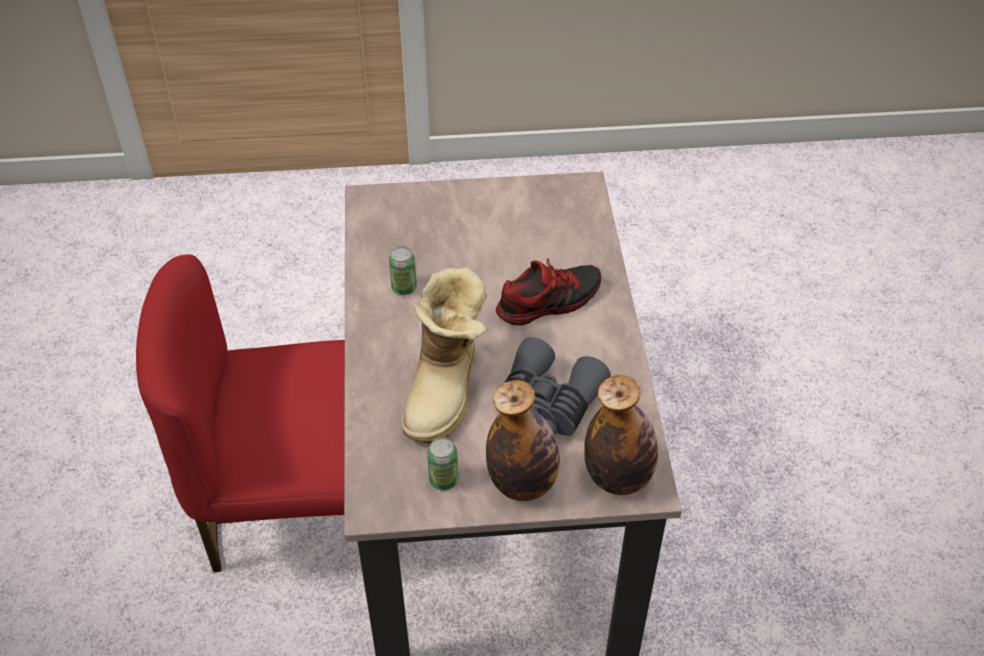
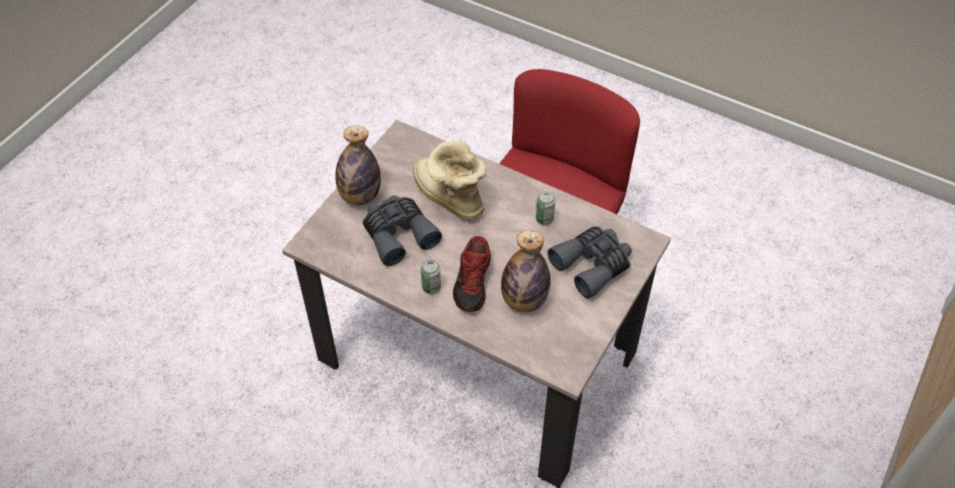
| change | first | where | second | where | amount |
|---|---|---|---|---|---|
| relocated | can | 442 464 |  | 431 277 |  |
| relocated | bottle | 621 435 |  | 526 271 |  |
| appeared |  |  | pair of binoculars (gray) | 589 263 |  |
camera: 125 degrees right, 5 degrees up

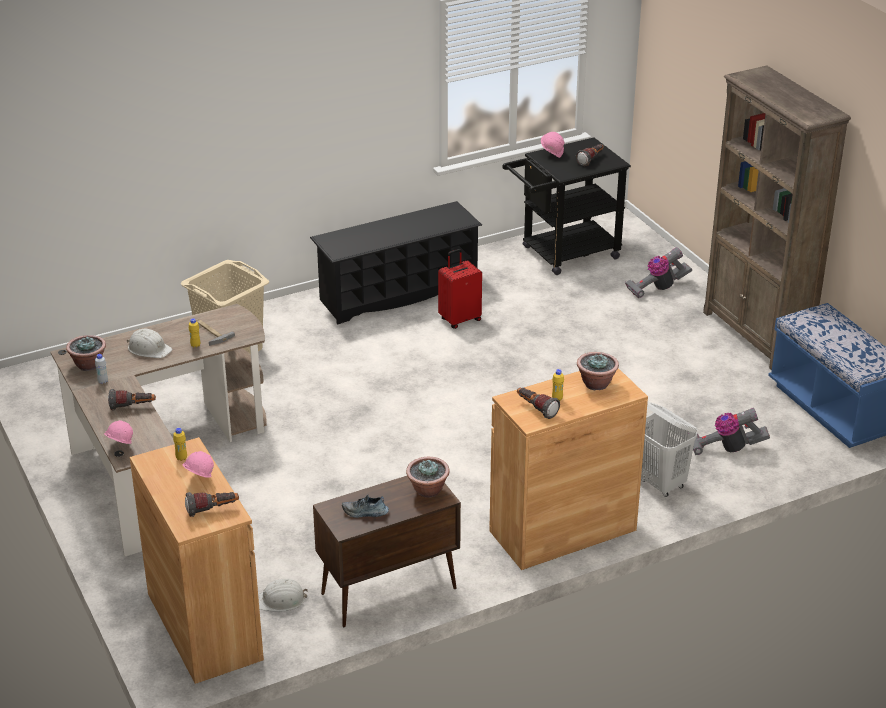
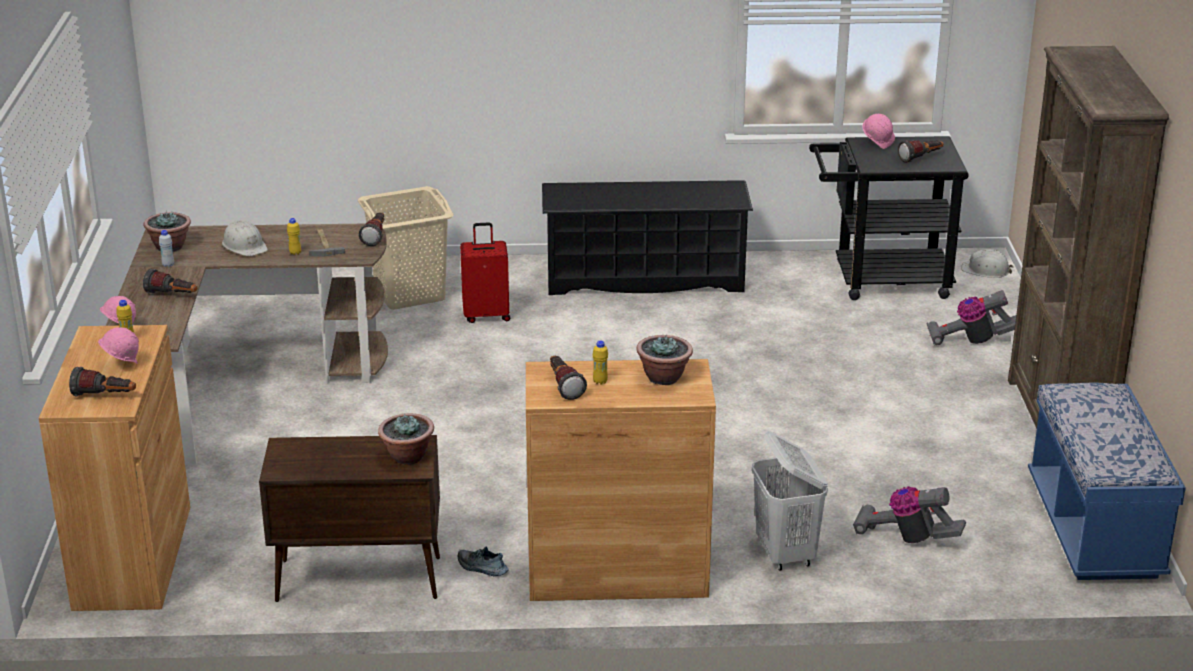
| change | first | where | second | where | amount |
|---|---|---|---|---|---|
| relocated | safety helmet (white-coloured) | 283 595 |  | 987 263 |  |
| relocated | low shoe | 365 506 |  | 483 561 |  |
| relocated | suitcase (red) | 460 289 |  | 485 273 |  |
| appeared |  |  | flashlight | 371 229 |  |
camera: 25 degrees right, 5 degrees down

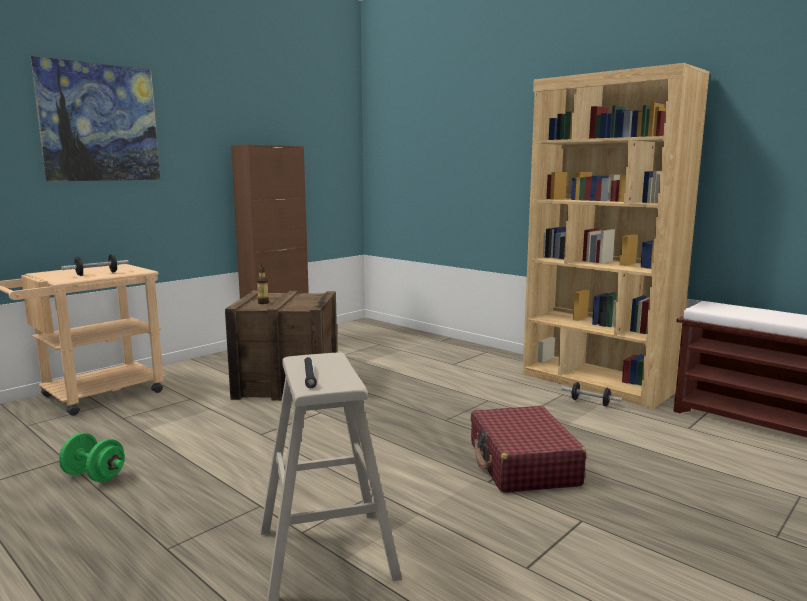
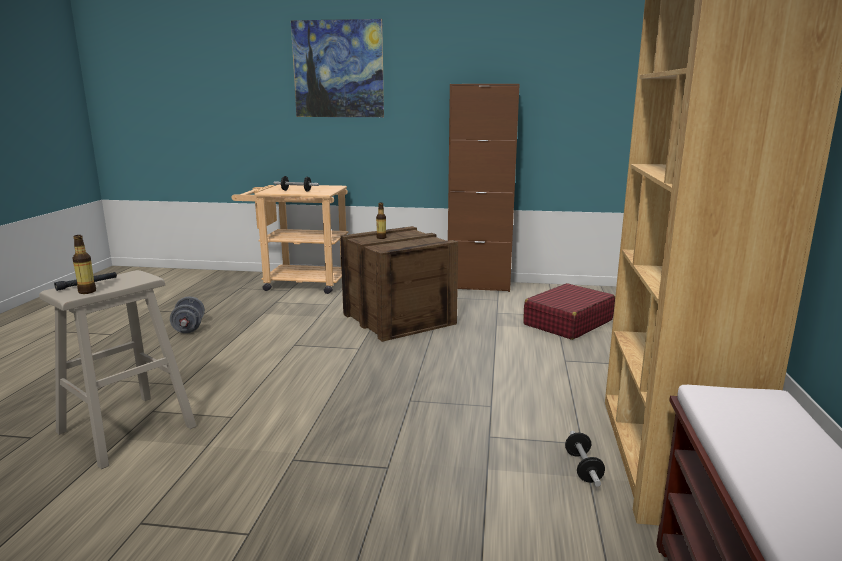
| change | first | where | second | where | amount |
|---|---|---|---|---|---|
| colour | hand weight (green) | 92 457 | hand weight (gray) | 187 314 |  |
| relocated | suitcase (red) | 528 449 |  | 569 311 |  |
| appeared |  |  | bottle | 84 264 |  |
camera: 55 degrees right, 5 degrees up

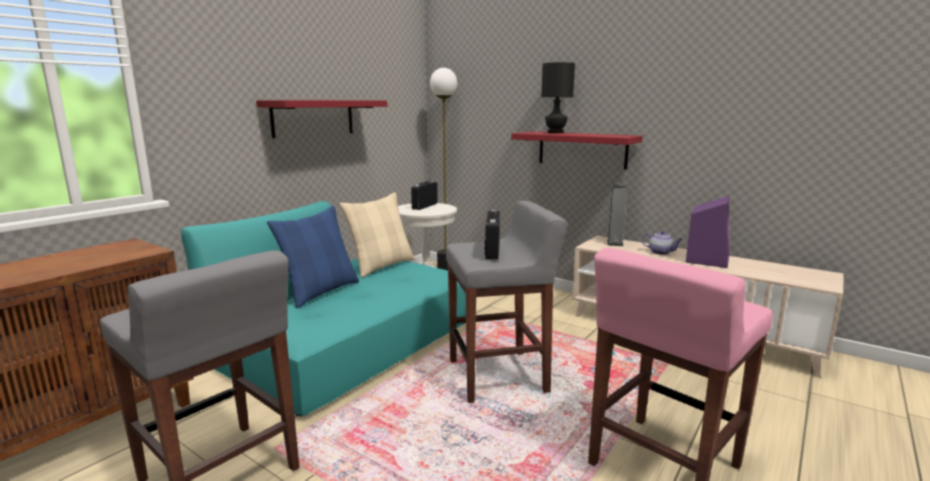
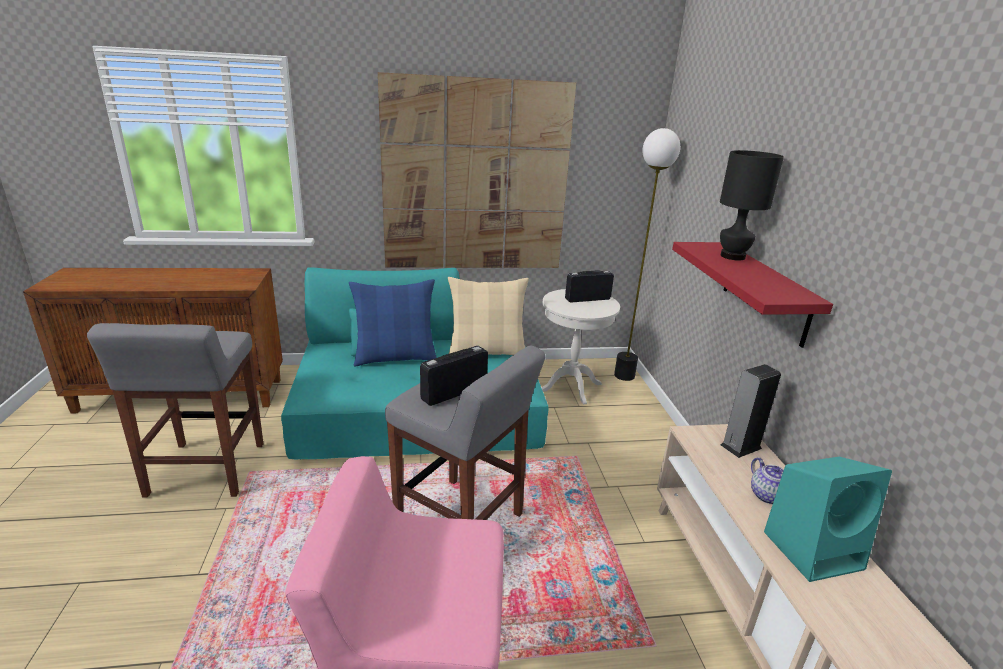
| change | first | where | second | where | amount |
|---|---|---|---|---|---|
| exchanged | shelf (red) | 321 119 | wall picture | 477 170 |  |
| colour | audio speaker (purplish) | 707 232 | audio speaker (blue-green) | 828 519 |  |
camera: 45 degrees right, 10 degrees up

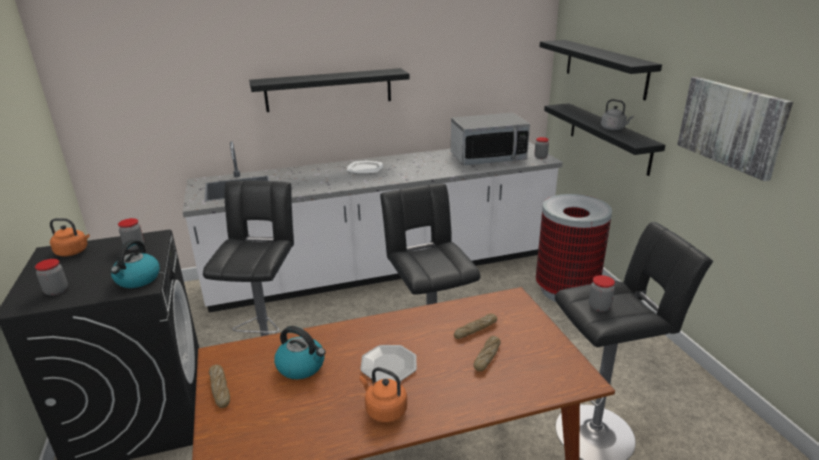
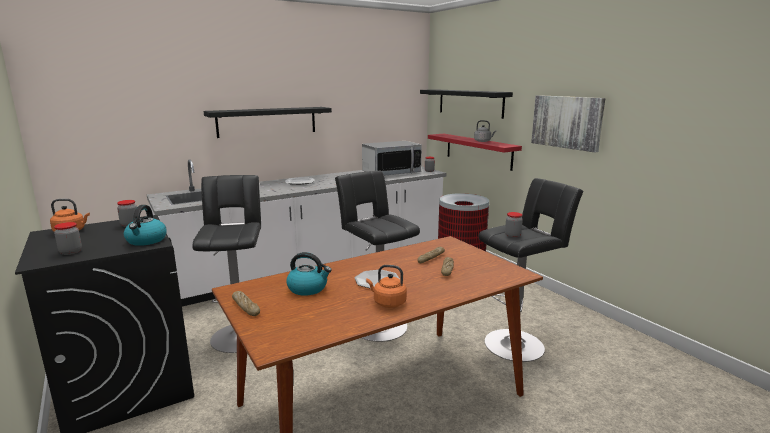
| change | first | where | second | where | amount |
|---|---|---|---|---|---|
| colour | shelf (black) | 604 139 | shelf (red) | 475 152 |  |
camera: 15 degrees left, 10 degrees down

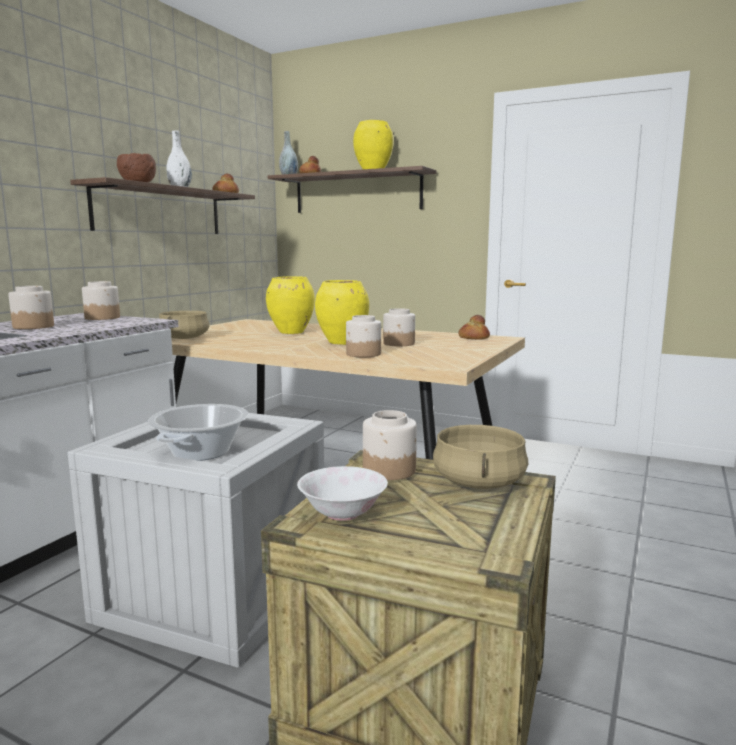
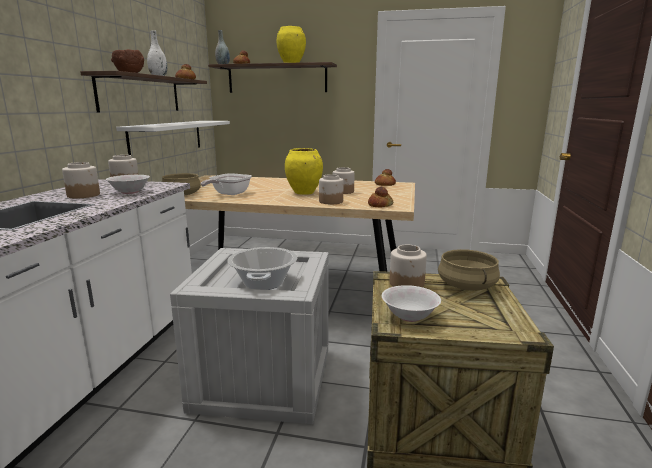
| change | first | where | second | where | amount |
|---|---|---|---|---|---|
| missing | decorative vase (yellowish) | 290 305 |  |  |  |
| appeared |  |  | serving bowl (white-coloured) | 128 184 |  |
| appeared |  |  | shelf (white-coloured) | 173 138 |  |
| appeared |  |  | pan | 226 184 |  |
| appeared |  |  | baked bread | 380 197 |  |
camera: 15 degrees left, 5 degrees up

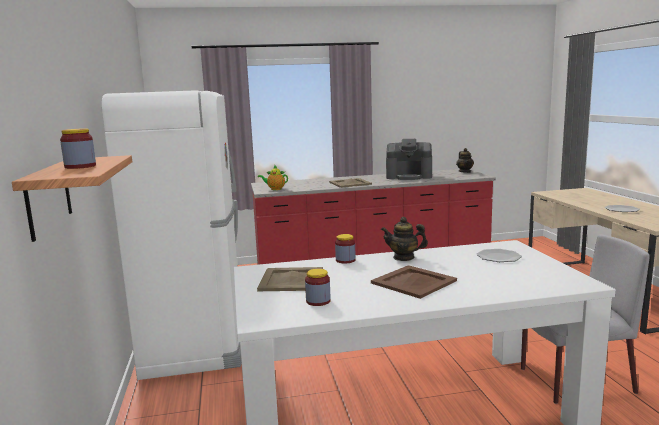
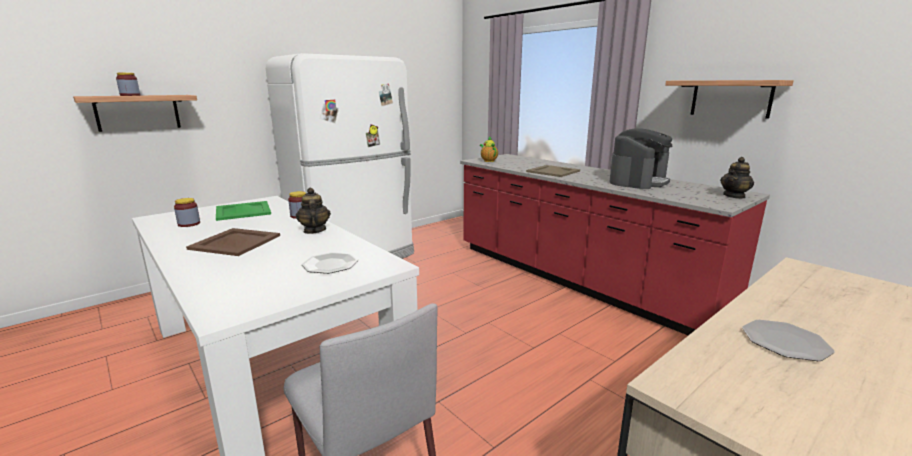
| change | first | where | second | where | amount |
|---|---|---|---|---|---|
| colour | carrying tray (beige) | 290 279 | carrying tray (green) | 243 211 |  |
| spun | coffee brewer | 409 159 |  | 640 158 | 120 degrees counterclockwise |
| appeared |  |  | shelf | 729 99 |  |
camera: 60 degrees right, 5 degrees up

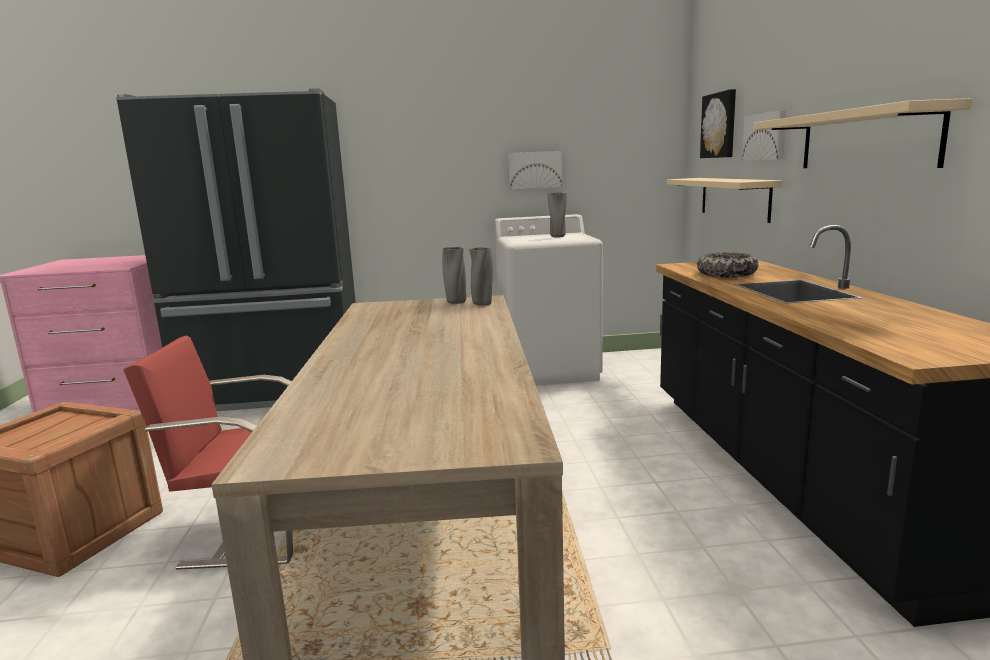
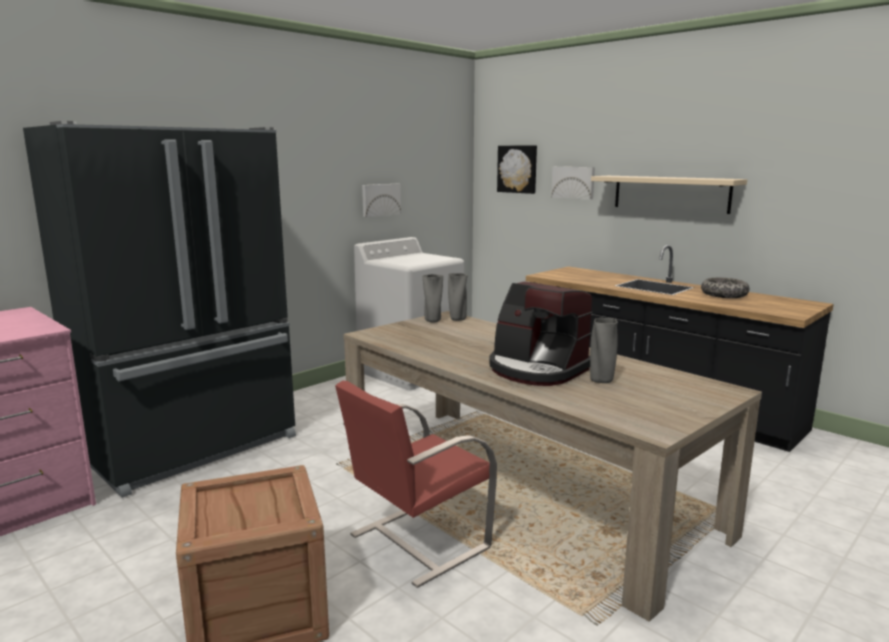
| change | first | where | second | where | amount |
|---|---|---|---|---|---|
| relocated | decorative vase (gray) | 557 215 |  | 604 350 |  |
| missing | shelf (beige) | 724 200 |  |  |  |
| relocated | serving bowl | 727 264 |  | 725 287 |  |
| appeared |  |  | coffee brewer | 541 334 |  |
camera: 40 degrees left, 0 degrees up

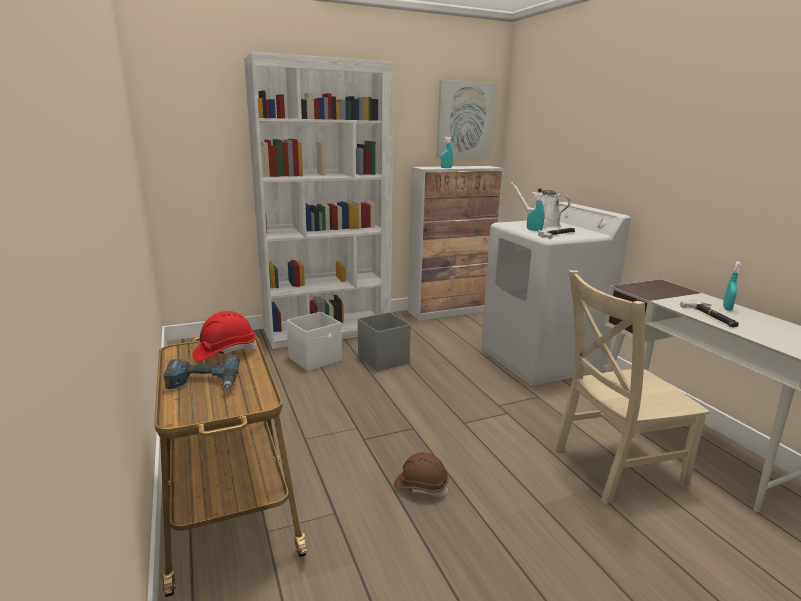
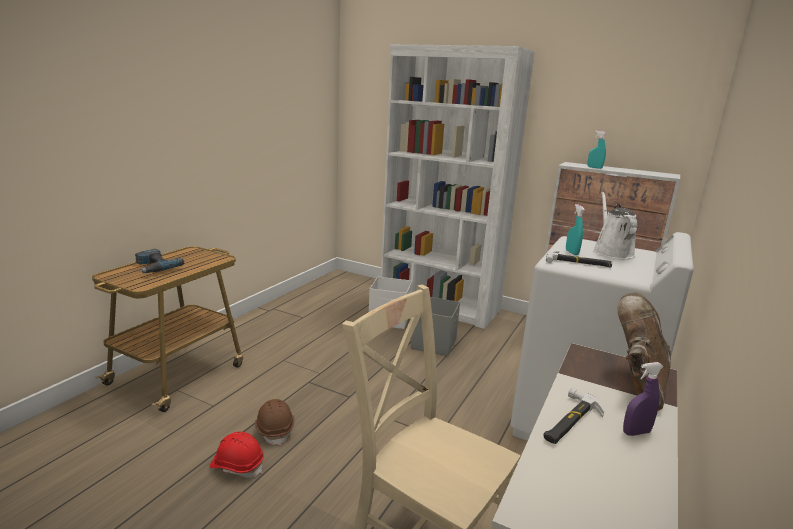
| change | first | where | second | where | amount |
|---|---|---|---|---|---|
| relocated | safety helmet (red) | 224 336 |  | 236 455 |  |
| missing | wall picture | 466 119 |  |  |  |
| colour | spray bottle (blue-green) | 732 286 | spray bottle (purplish) | 643 399 |  |
| appeared |  |  | high-top boot (brown) | 644 351 |  |
camera: 50 degrees right, 0 degrees up

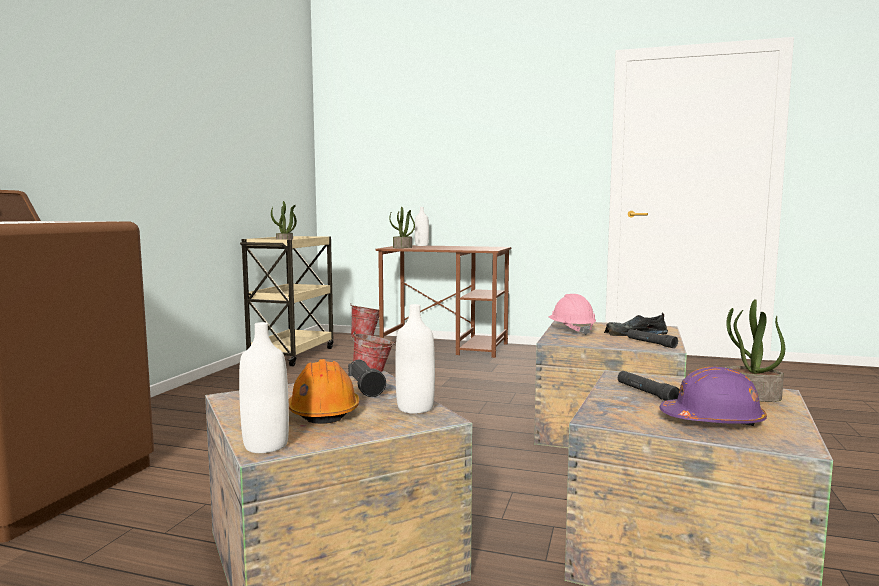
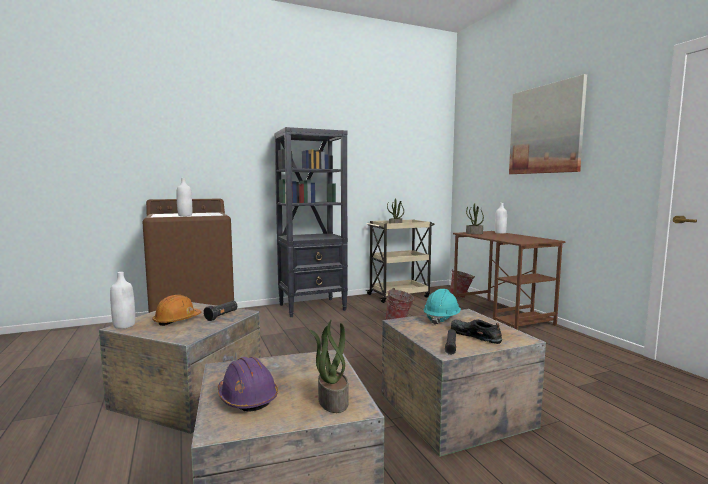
| change | first | where | second | where | amount |
|---|---|---|---|---|---|
| relocated | bottle (white-coloured) | 415 359 |  | 184 197 |  |
| colour | safety helmet (pink-coloured) | 572 314 | safety helmet (blue-green) | 442 307 |  |
| missing | flashlight (black) | 648 386 |  |  |  |
| appeared |  |  | bookshelf (black) | 311 222 |  |
| appeared |  |  | wall picture | 548 124 |  |
camera: 50 degrees right, 0 degrees up

